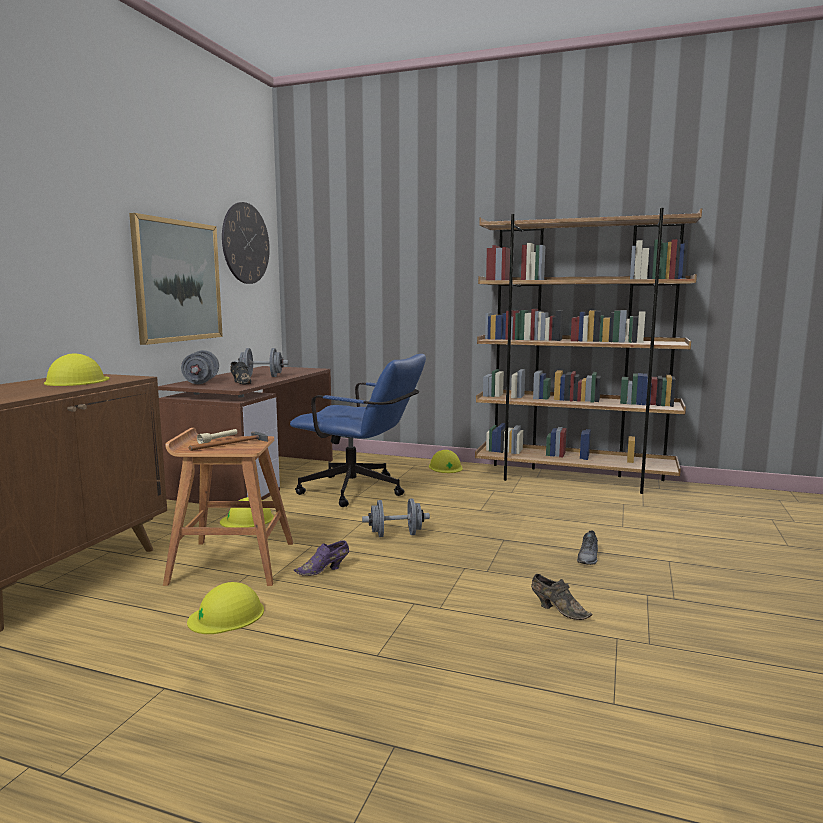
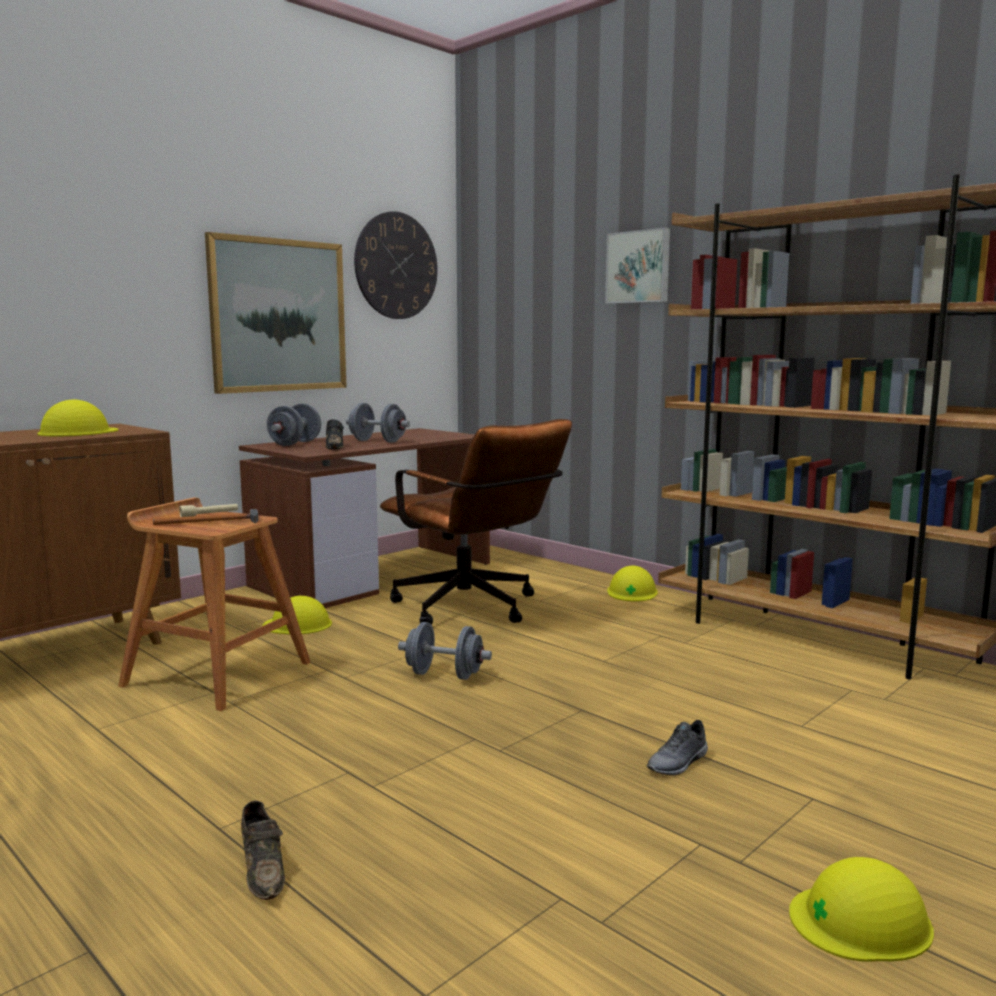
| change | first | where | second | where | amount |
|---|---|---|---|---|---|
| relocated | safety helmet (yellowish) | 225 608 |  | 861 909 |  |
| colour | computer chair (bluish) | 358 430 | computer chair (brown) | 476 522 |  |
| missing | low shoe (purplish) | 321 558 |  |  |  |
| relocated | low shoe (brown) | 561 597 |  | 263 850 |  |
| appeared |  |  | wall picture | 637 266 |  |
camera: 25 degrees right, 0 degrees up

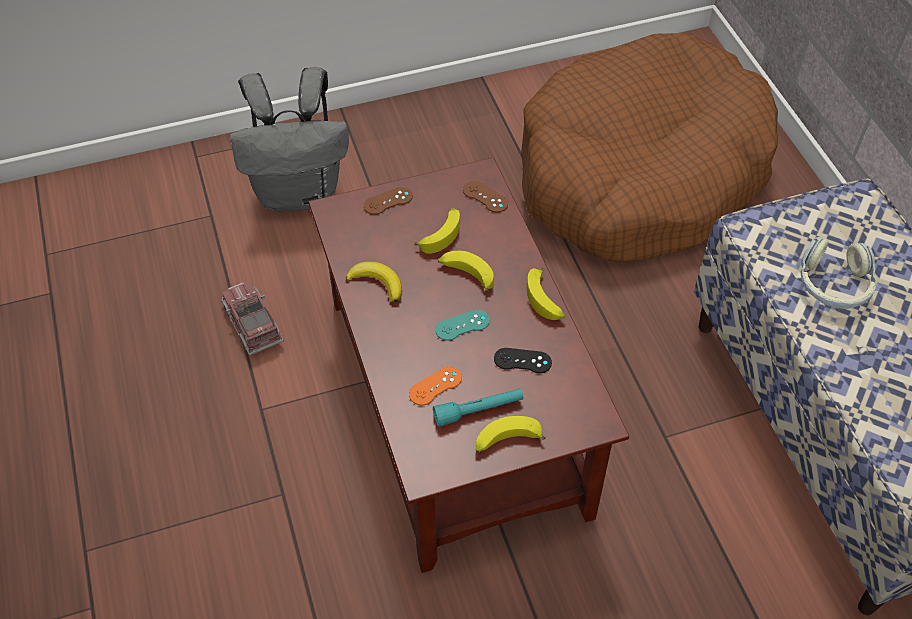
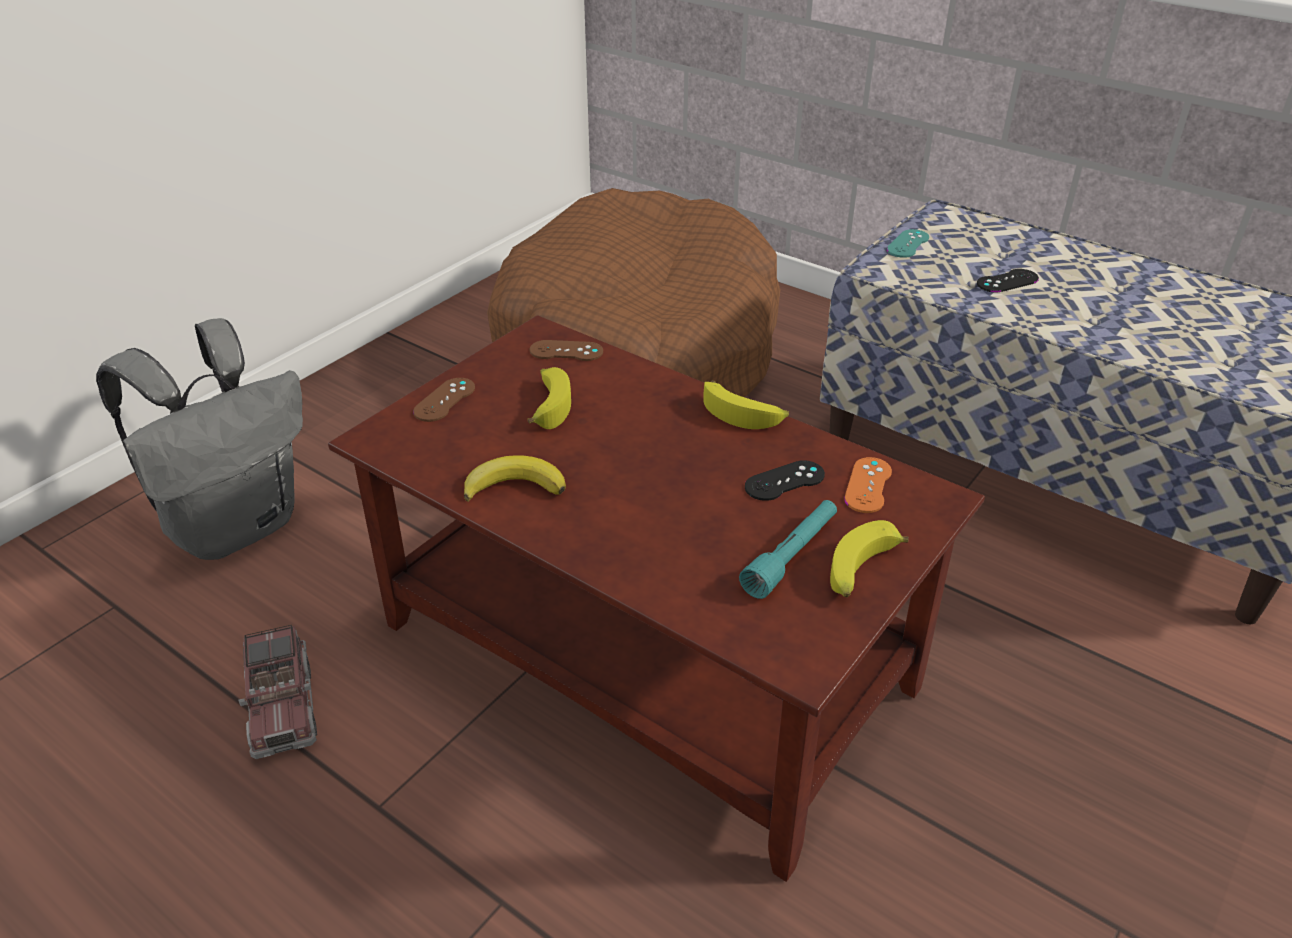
| change | first | where | second | where | amount |
|---|---|---|---|---|---|
| spun | toy lorry | 252 318 |  | 277 692 | 135 degrees counterclockwise |
| relocated | game controller (orange) | 435 385 |  | 868 485 |  |
| relocated | game controller (blue-green) | 462 325 |  | 908 243 |  |
| missing | banana | 466 271 |  |  |  |
| exchanged | headset | 839 273 | game controller (black) | 1008 281 |  |
camera: 35 degrees left, 15 degrees down

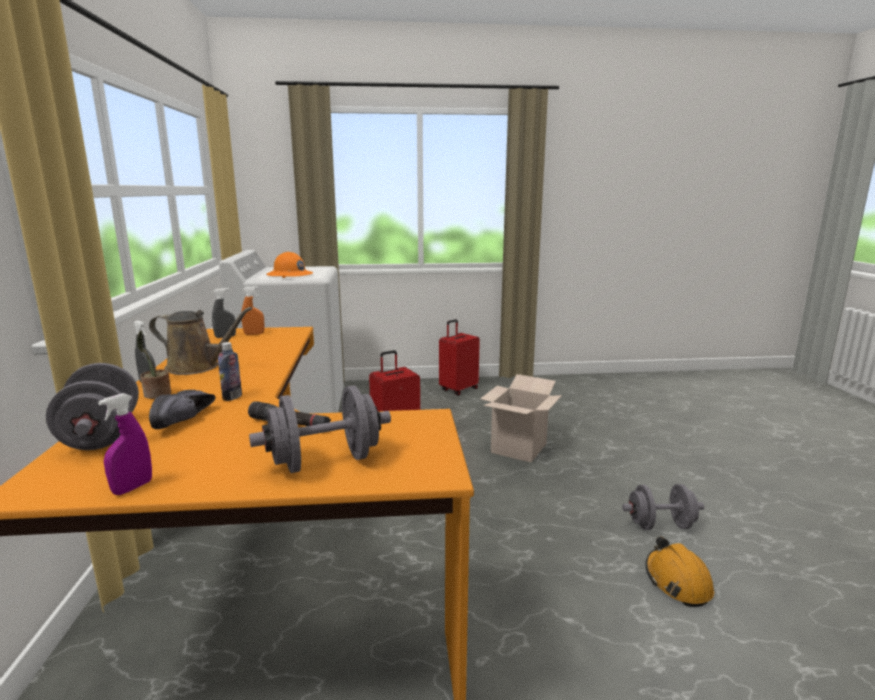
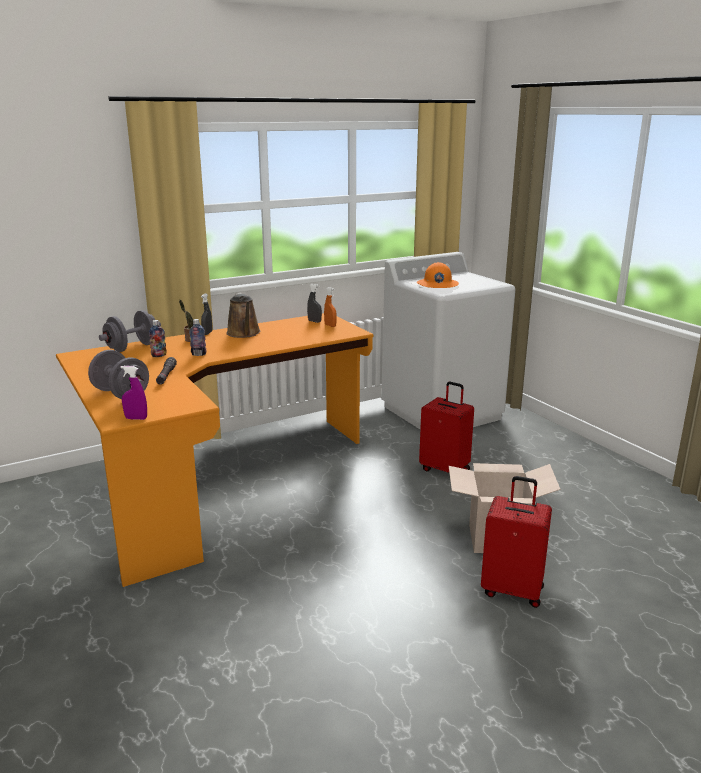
| change | first | where | second | where | amount |
|---|---|---|---|---|---|
| relocated | spray bottle (purplish) | 125 444 |  | 133 393 |  |
| exchanged | low shoe (black) | 182 409 | bottle | 158 338 |  |
| relocated | suitcase (red) | 459 357 |  | 516 542 |  |
| missing | hand weight (gray) | 663 507 |  |  |  |
| missing | safety helmet (orange) | 679 572 |  |  |  |
camera: 65 degrees right, 5 degrees up

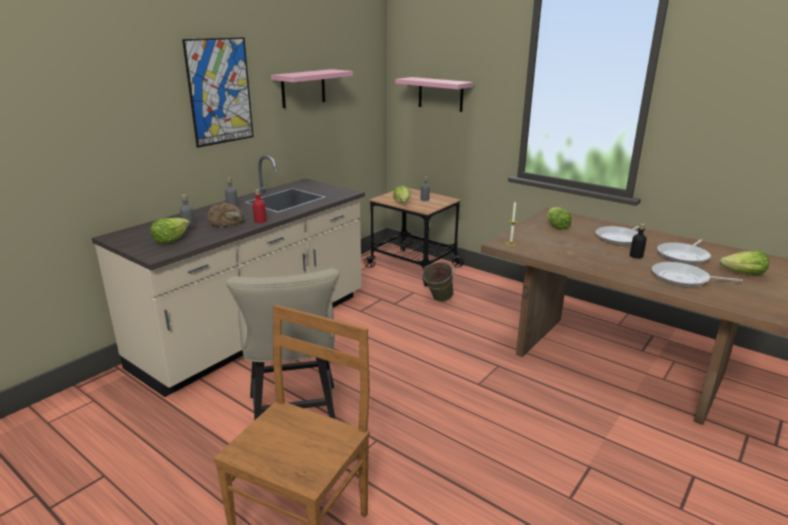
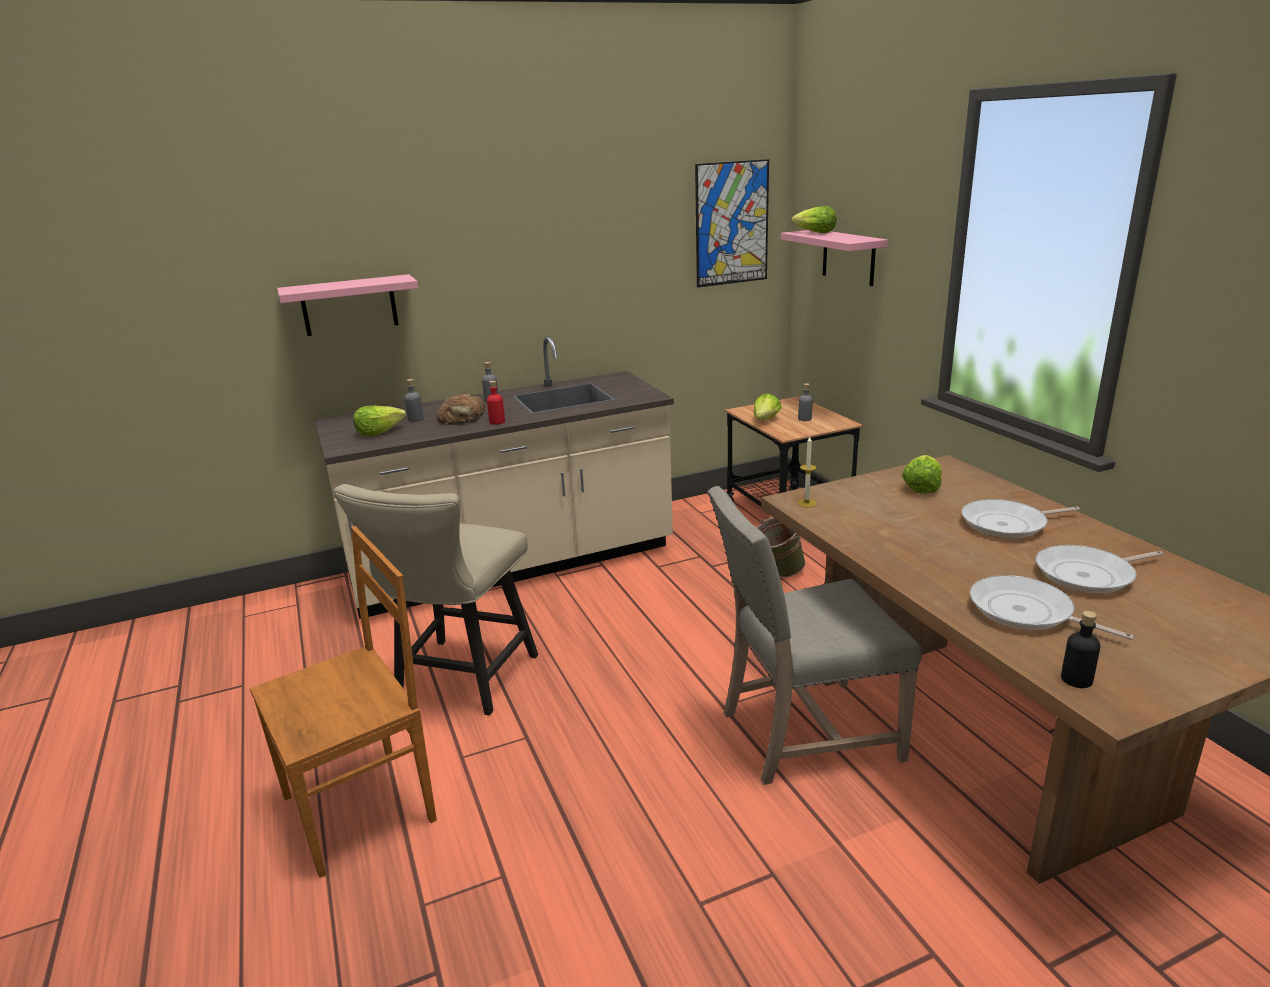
| change | first | where | second | where | amount |
|---|---|---|---|---|---|
| relocated | wall picture | 218 92 |  | 732 223 |  |
| relocated | shelf (pink-coloured) | 312 88 |  | 347 305 |  |
| relocated | bottle (black) | 638 241 |  | 1080 649 |  |
| relocated | head of lettuce | 744 263 |  | 813 219 |  |
| appeared |  |  | chair (beige) | 814 635 |  |
camera: 30 degrees right, 0 degrees up

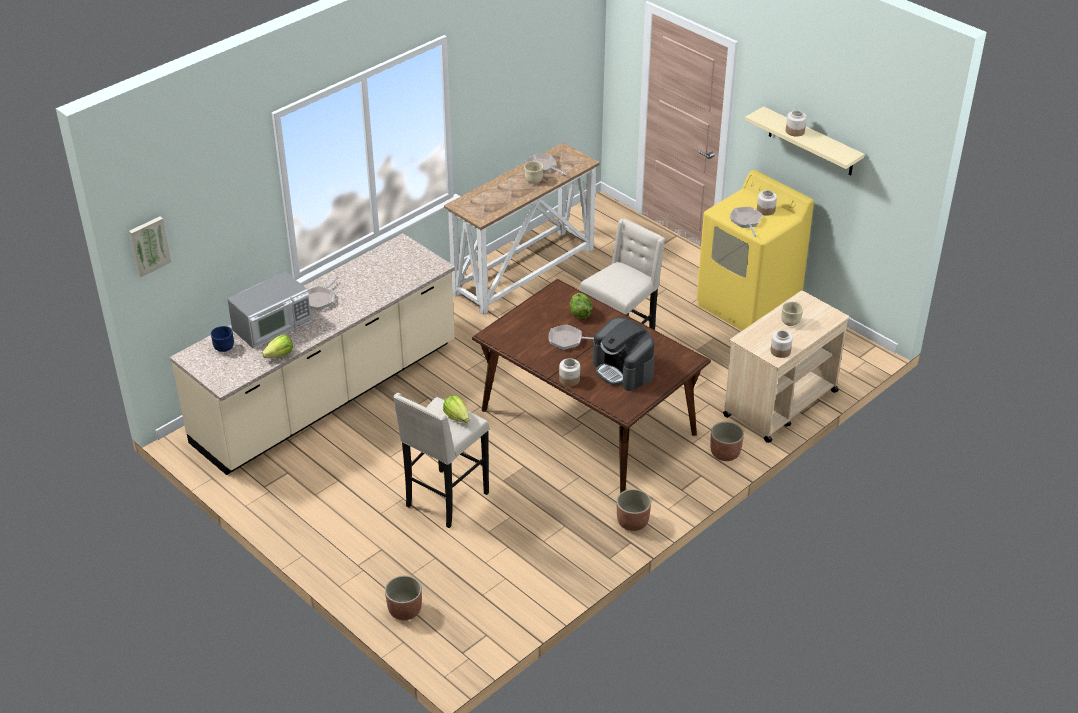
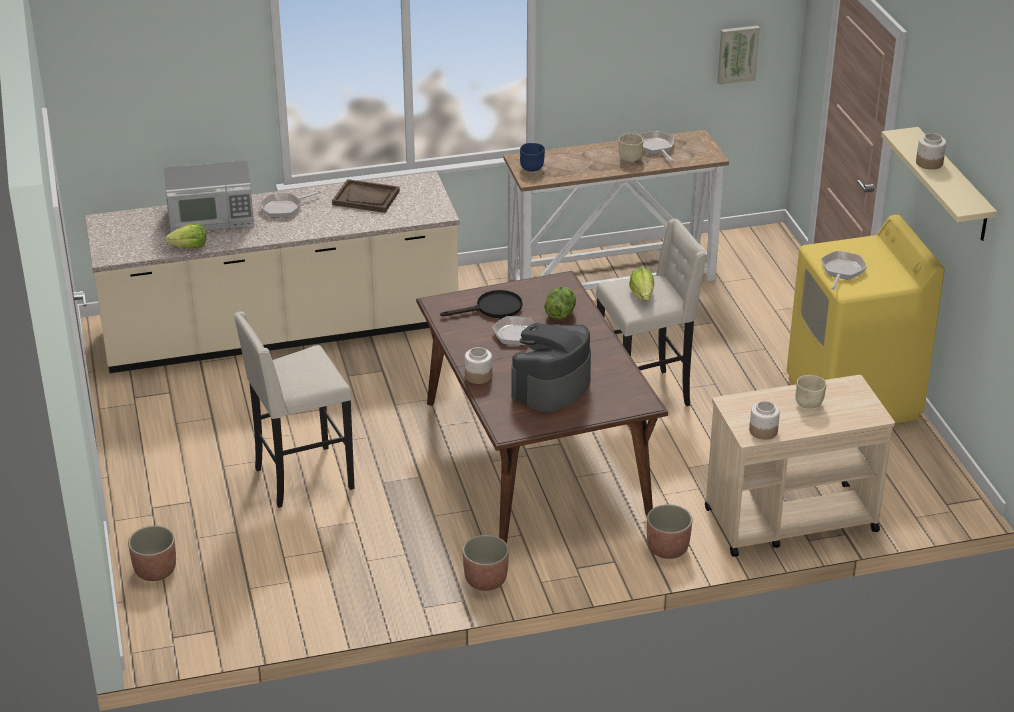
| change | first | where | second | where | amount |
|---|---|---|---|---|---|
| relocated | wall picture | 150 247 |  | 738 55 |  |
| relocated | serving bowl (bluish) | 222 339 |  | 532 157 |  |
| relocated | head of lettuce | 456 409 |  | 641 284 |  |
| spun | coffee brewer | 623 354 |  | 551 367 | 45 degrees clockwise |
| missing | preserve jar | 767 203 |  |  |  |
| appeared |  |  | carrying tray (brown) | 366 196 |  |
| appeared |  |  | pan (black) | 481 304 |  |
camera: 30 degrees right, 5 degrees down

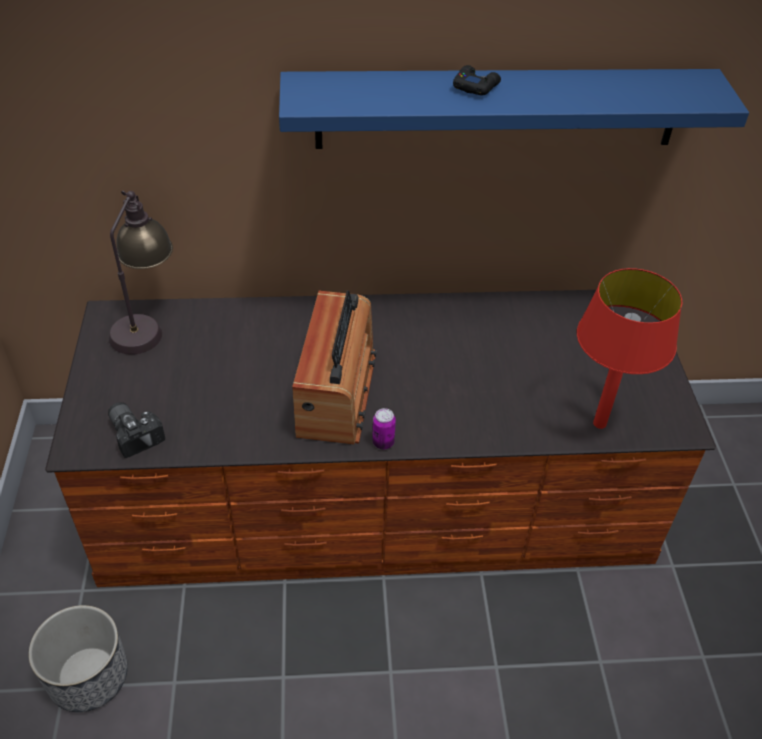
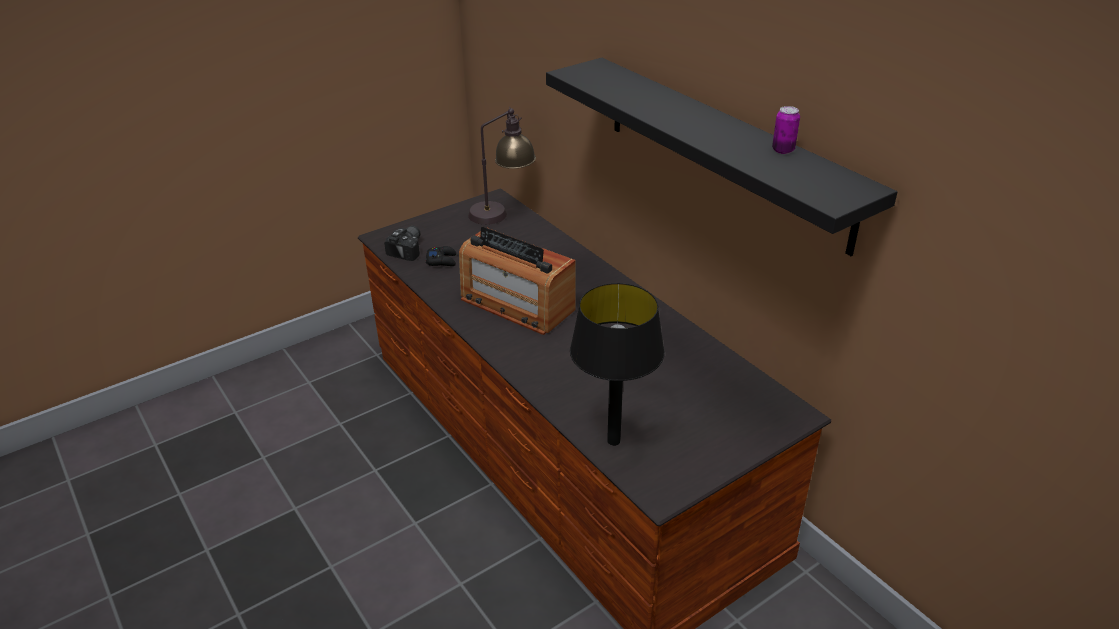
| change | first | where | second | where | amount |
|---|---|---|---|---|---|
| missing | flower pot | 78 658 |  |  |  |
| colour | shelf (bluish) | 514 109 | shelf (black) | 722 157 |  |
| spun | radio | 334 367 |  | 517 280 | 60 degrees clockwise |
| relocated | can | 384 428 |  | 786 130 |  |
| relocated | game controller (black) | 477 80 |  | 441 256 |  |
| colour | table lamp (red) | 629 348 | table lamp (black) | 617 364 |  |
camera: 60 degrees right, 10 degrees down

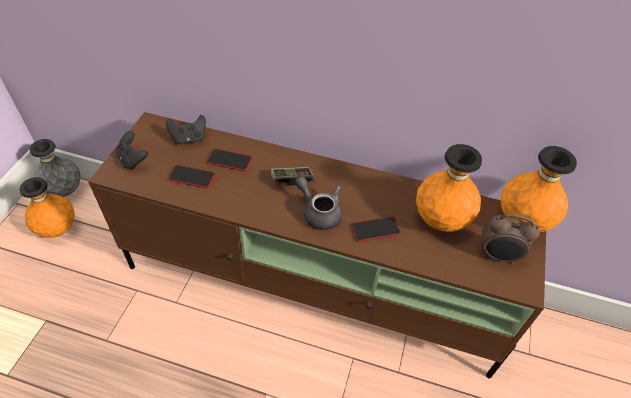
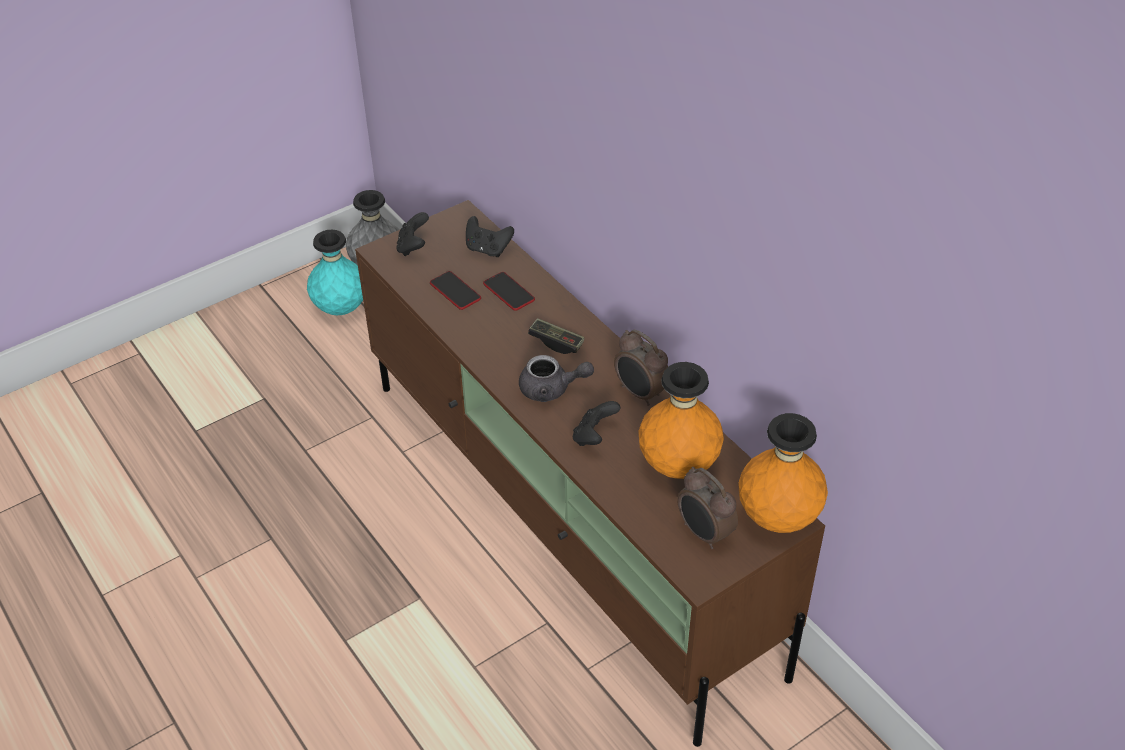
| change | first | where | second | where | amount |
|---|---|---|---|---|---|
| colour | decorative vase (orange) | 47 207 | decorative vase (blue-green) | 335 272 |  |
| spun | pot for tea (gray) | 318 203 |  | 556 378 | 105 degrees clockwise |
| exchanged | phone | 376 229 | game controller (black) | 596 423 |  |
| appeared |  |  | alarm clock | 641 367 |  |
camera: 40 degrees right, 5 degrees down

